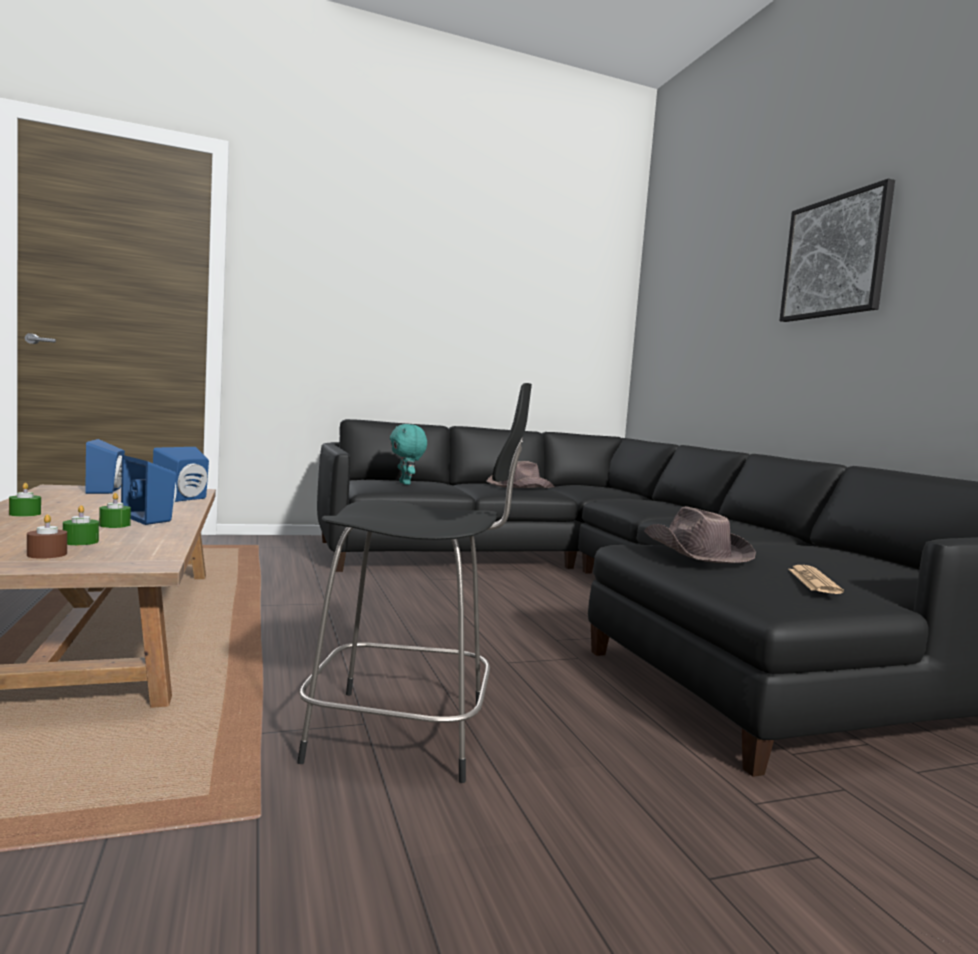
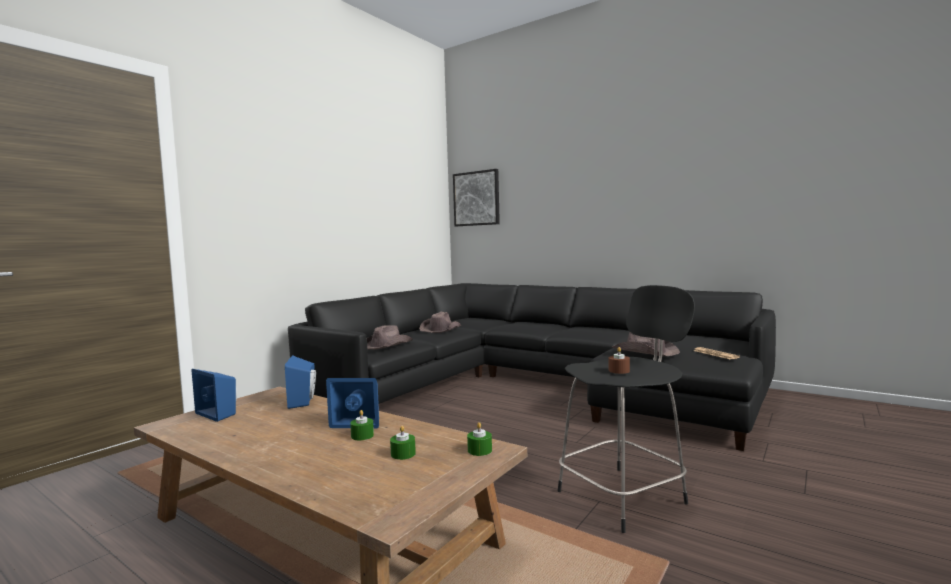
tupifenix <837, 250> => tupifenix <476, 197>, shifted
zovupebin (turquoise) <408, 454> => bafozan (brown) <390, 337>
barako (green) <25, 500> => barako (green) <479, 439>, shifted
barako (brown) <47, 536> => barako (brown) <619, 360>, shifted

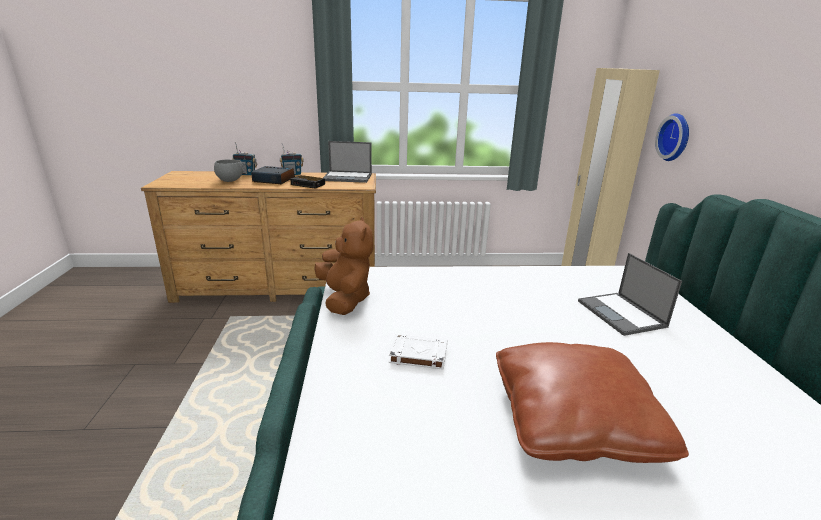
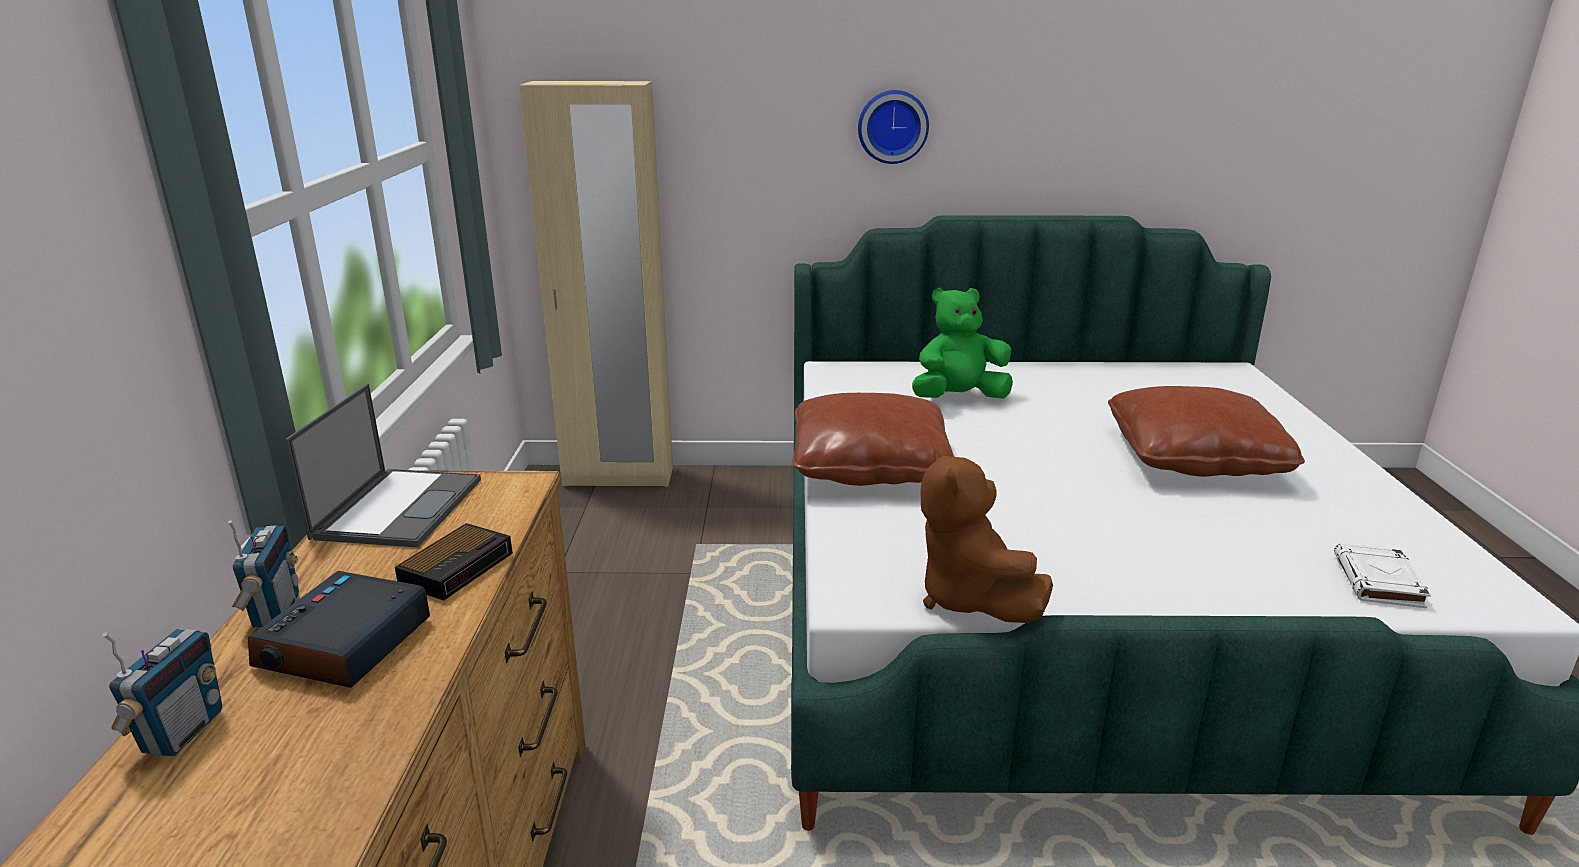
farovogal <672, 137> => farovogal <893, 127>, shifted
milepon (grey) <228, 171> => nothing
zovupebin (brown) <343, 266> => zovupebin (brown) <987, 535>, 90 degrees counterclockwise
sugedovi <630, 294> => zovupebin (green) <962, 343>
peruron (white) <418, 352> => peruron (white) <1382, 575>, shifted
nothing => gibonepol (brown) <873, 439>

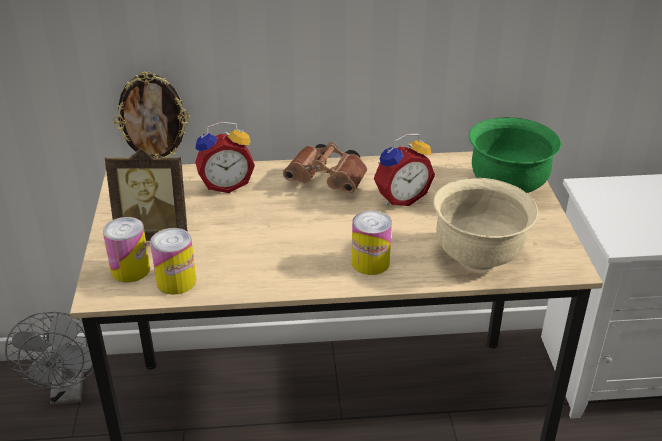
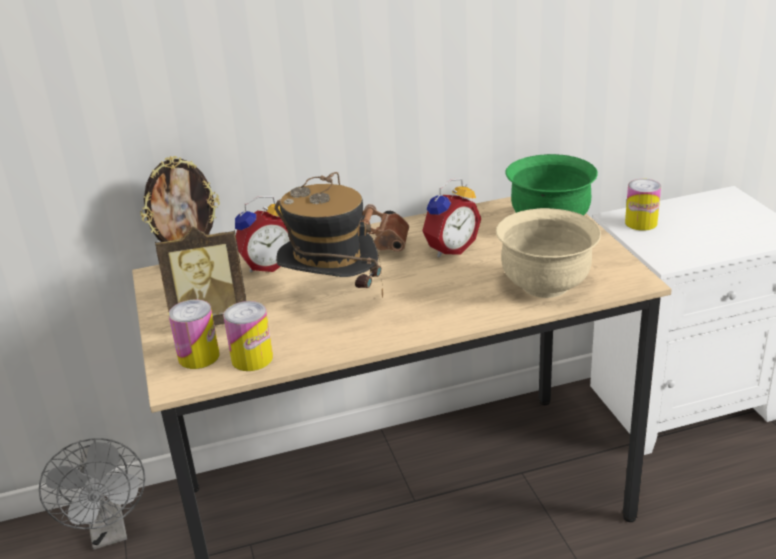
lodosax <372, 242> => lodosax <643, 205>, shifted
nothing => bafozan <328, 235>

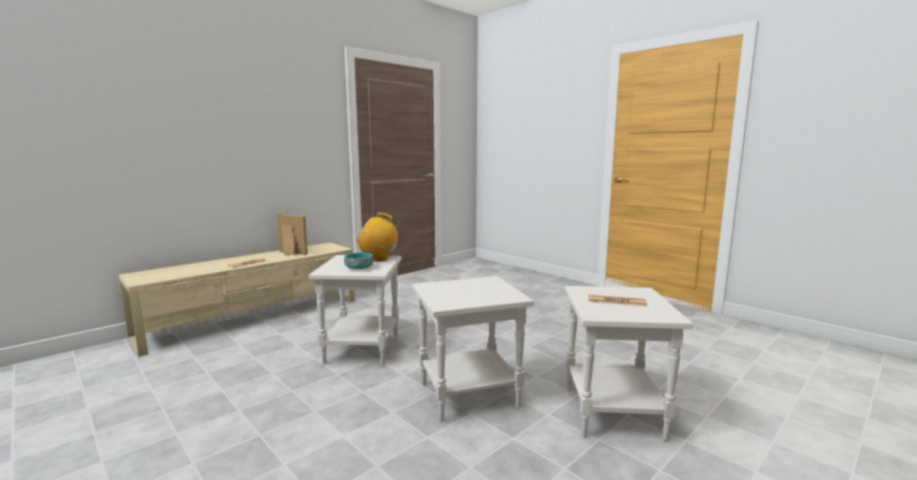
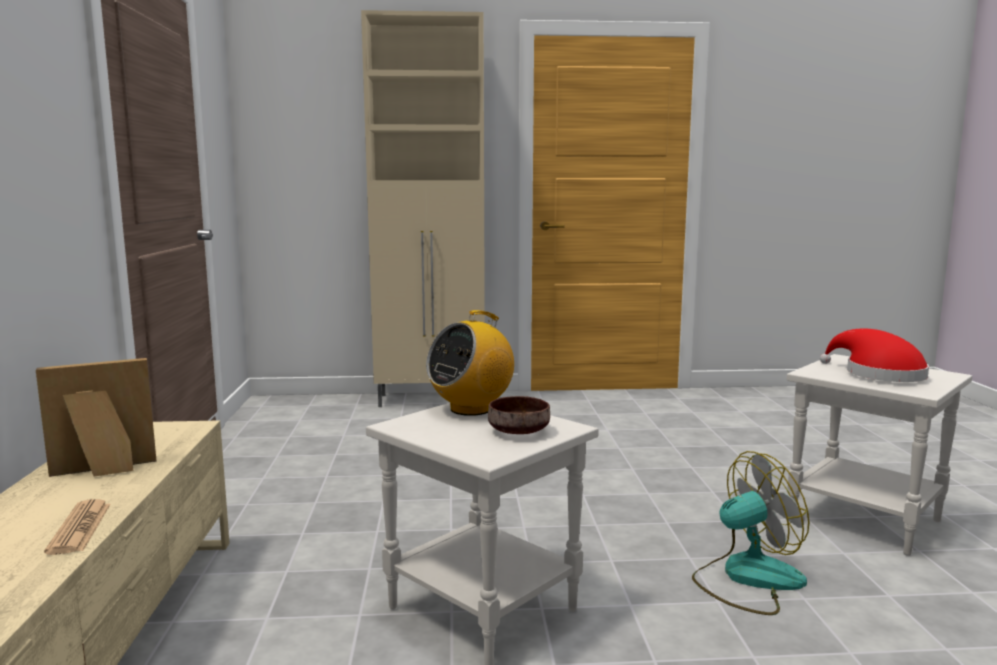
milepon (turquoise) <359, 261> => milepon (brown) <519, 415>
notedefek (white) <473, 349> => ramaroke <751, 533>
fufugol <617, 300> => bafozan (red) <874, 355>
nothing => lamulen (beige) <423, 208>

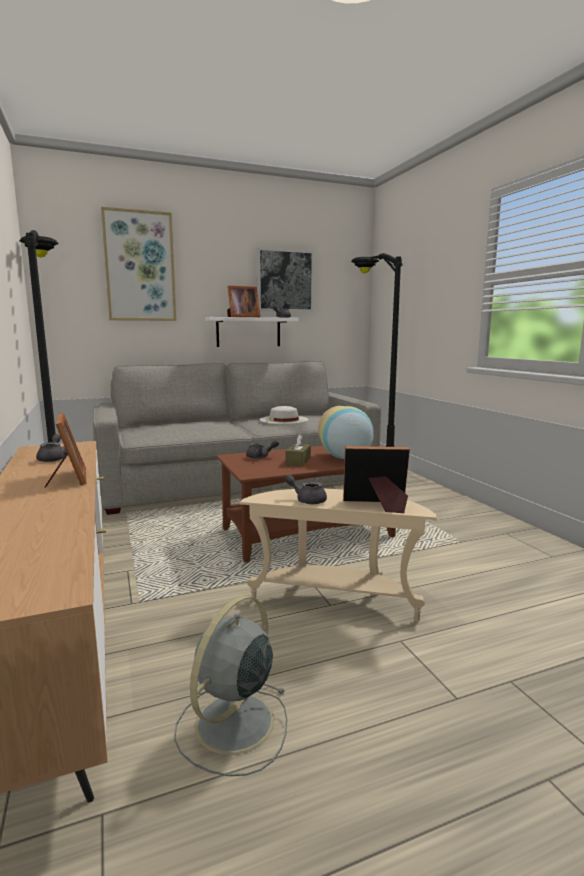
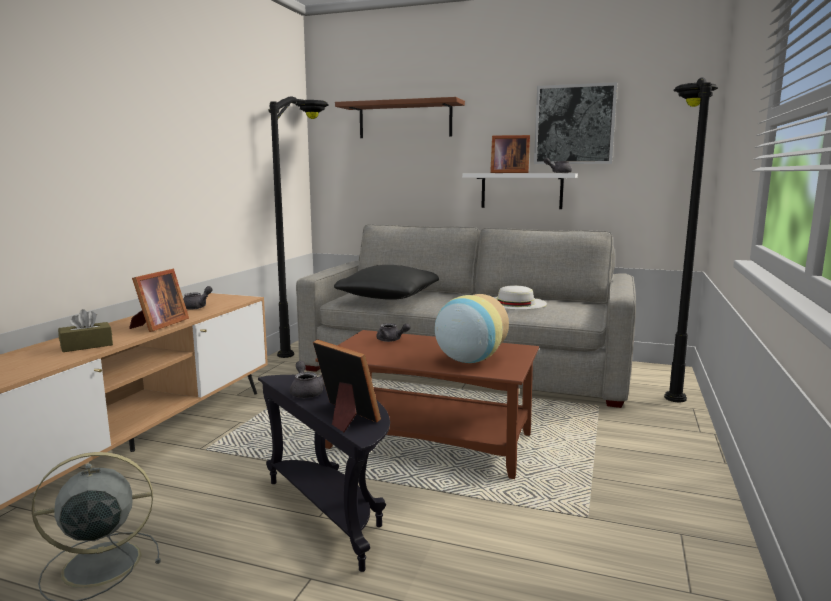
tupifenix <138, 264> => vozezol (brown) <400, 117>
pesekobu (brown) <298, 450> => pesekobu (brown) <85, 330>, shifted
notedefek (beige) <338, 555> => notedefek (black) <324, 473>
nothing => gibonepol (black) <386, 282>

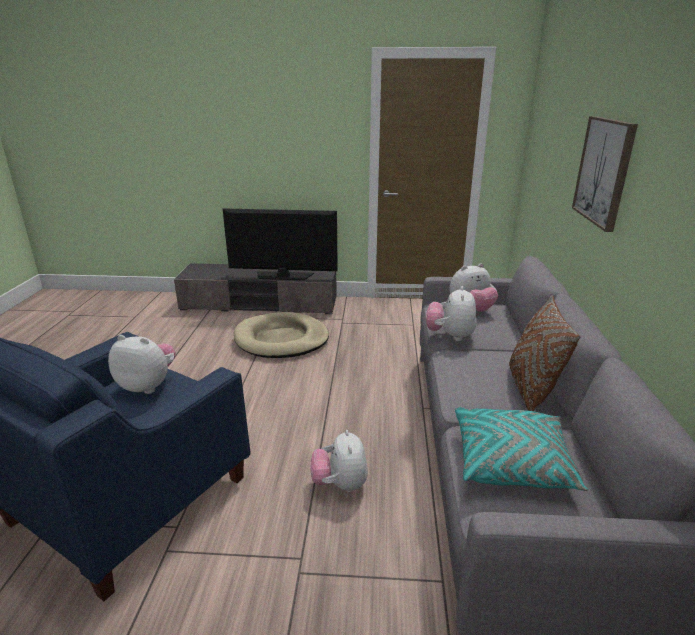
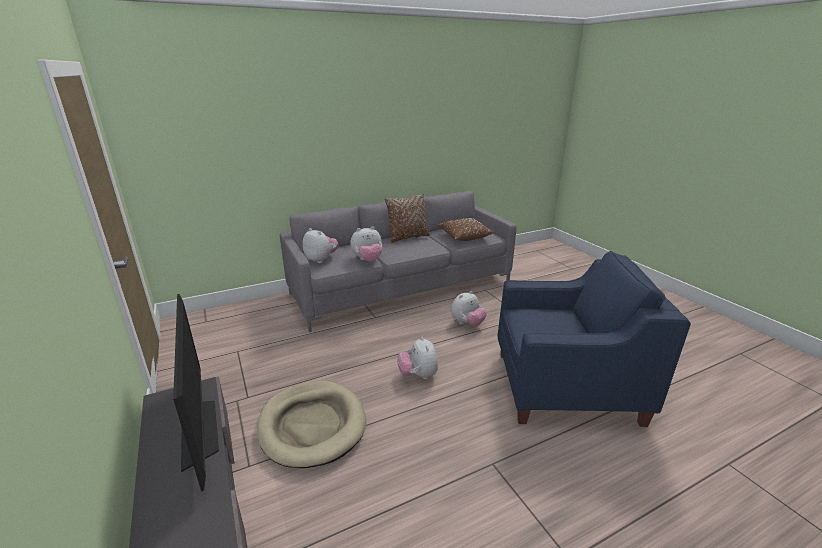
tupifenix <605, 174> => nothing
zovupebin <142, 364> => zovupebin <417, 358>, shifted
gibonepol (turquoise) <521, 449> => gibonepol (brown) <465, 229>

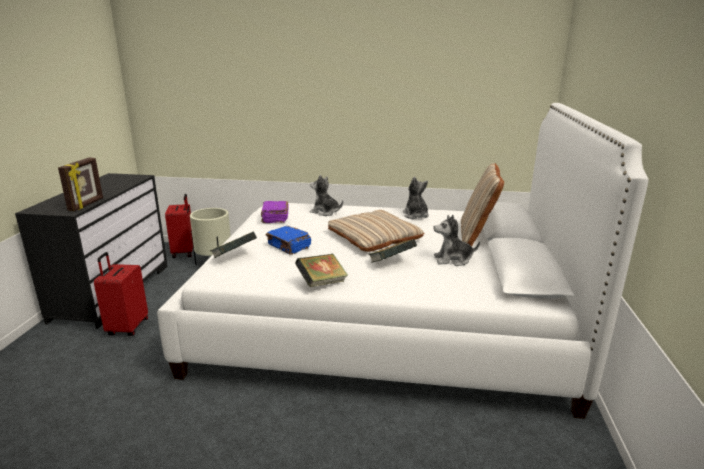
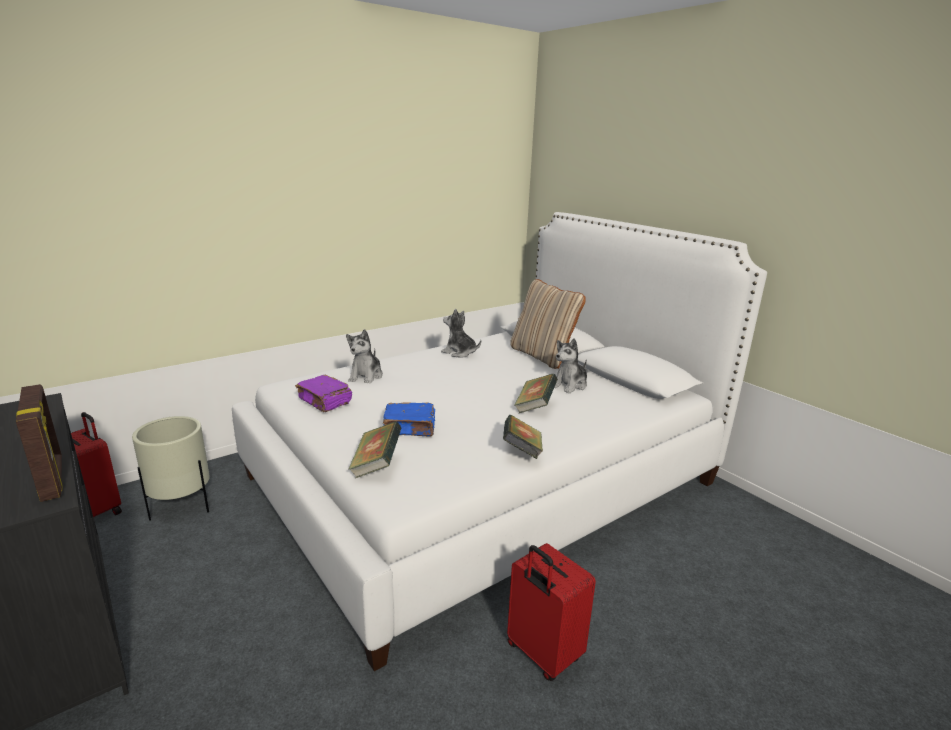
zovupebin <326, 195> => zovupebin <364, 356>, 60 degrees counterclockwise
gibonepol (beige) <376, 231> => nothing
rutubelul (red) <121, 294> => rutubelul (red) <551, 612>, shifted

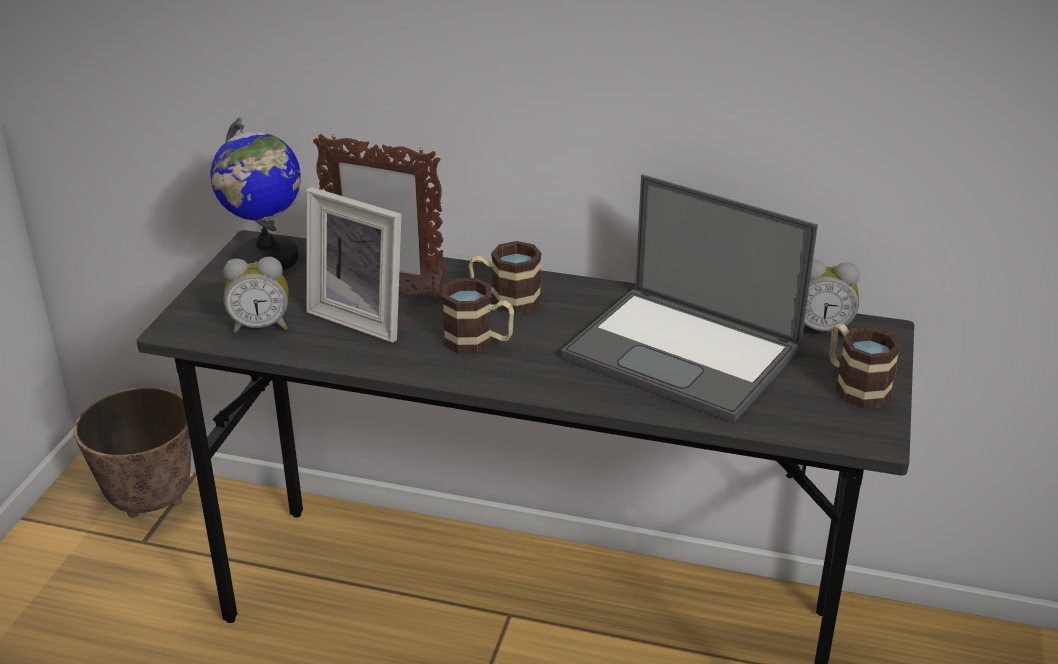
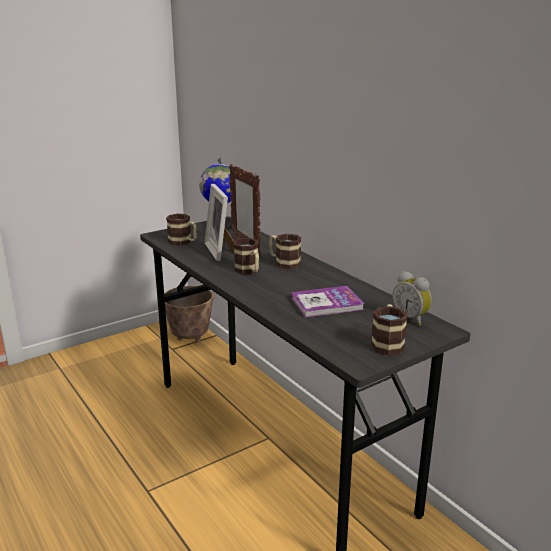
sugedovi <689, 298> => peruron <327, 302>
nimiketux <255, 295> => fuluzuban <181, 230>

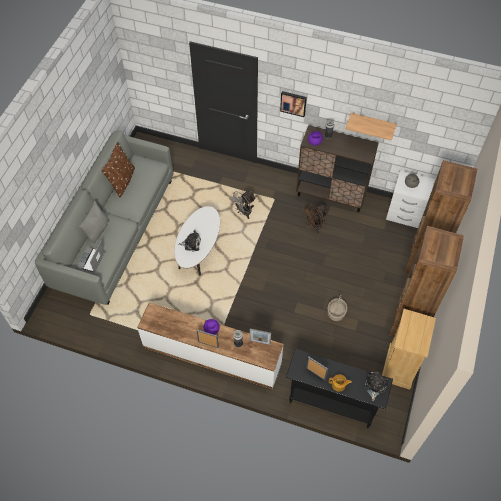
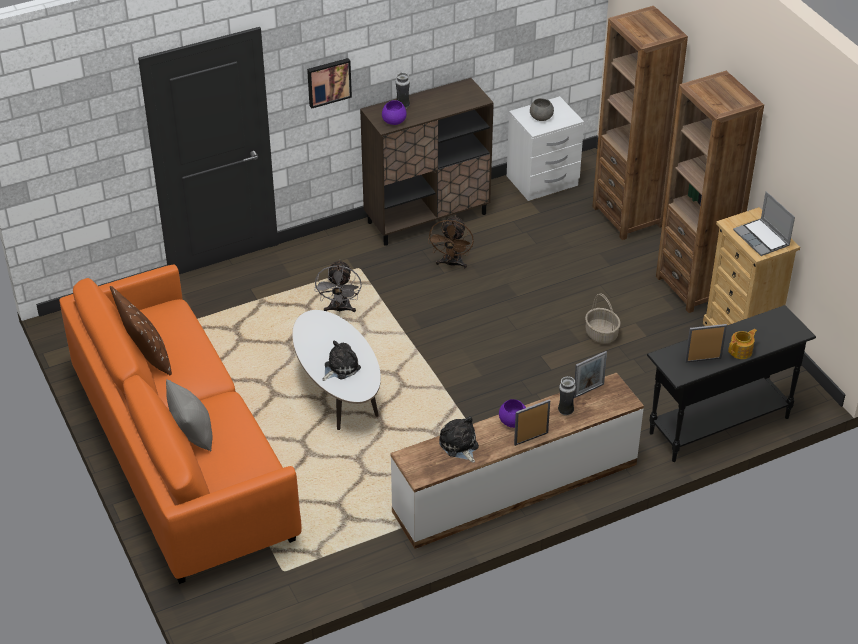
vozezol <371, 126> => nothing
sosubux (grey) <104, 217> => sosubux (orange) <180, 424>
sugedovi <90, 257> => sugedovi <764, 223>, shifted
zovupebin <377, 386> => zovupebin <459, 439>, shifted

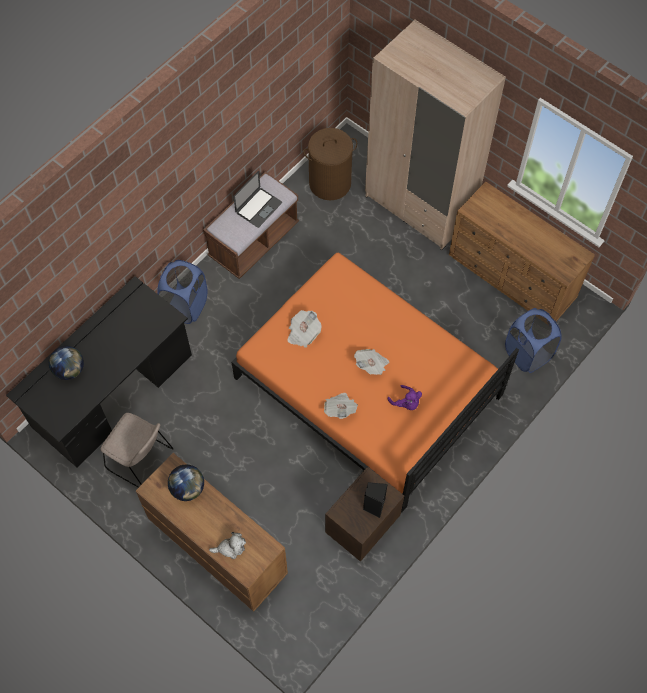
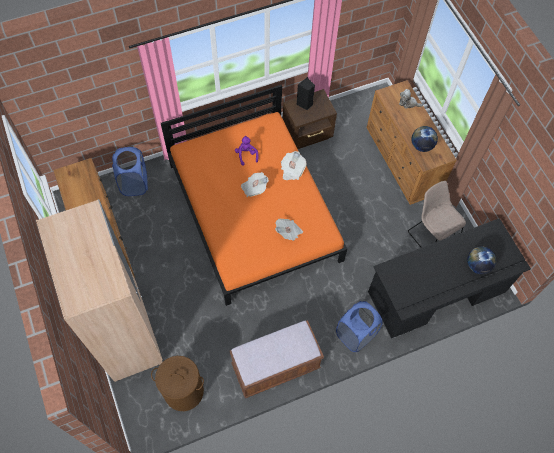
sugedovi <258, 199> => nothing

